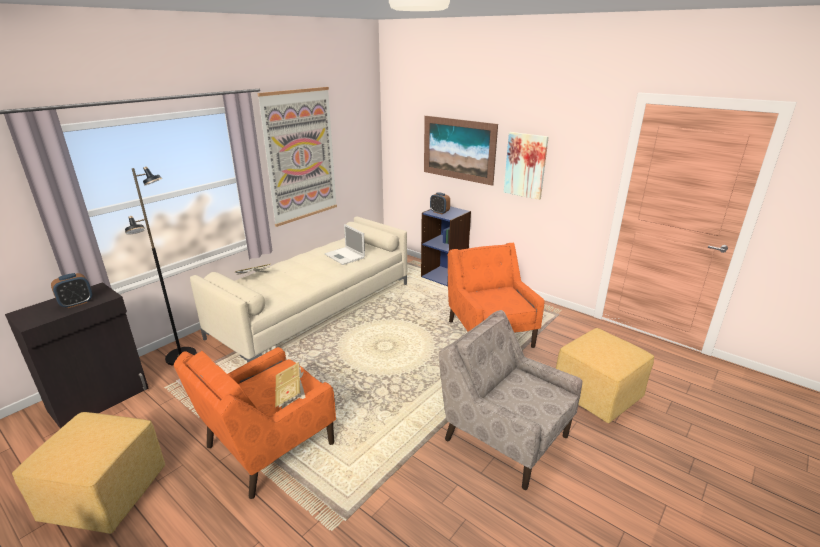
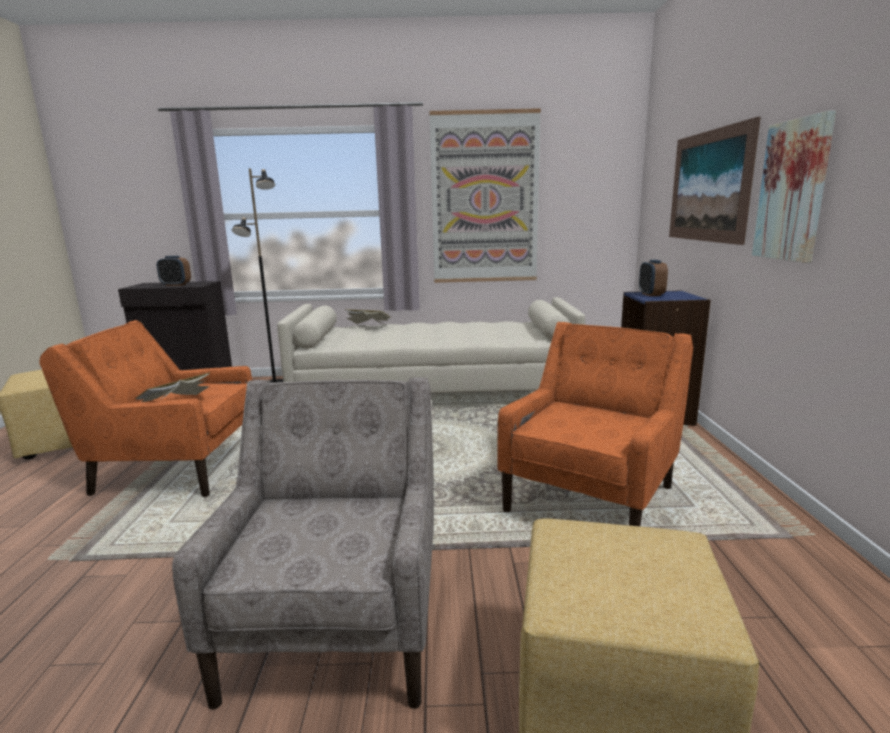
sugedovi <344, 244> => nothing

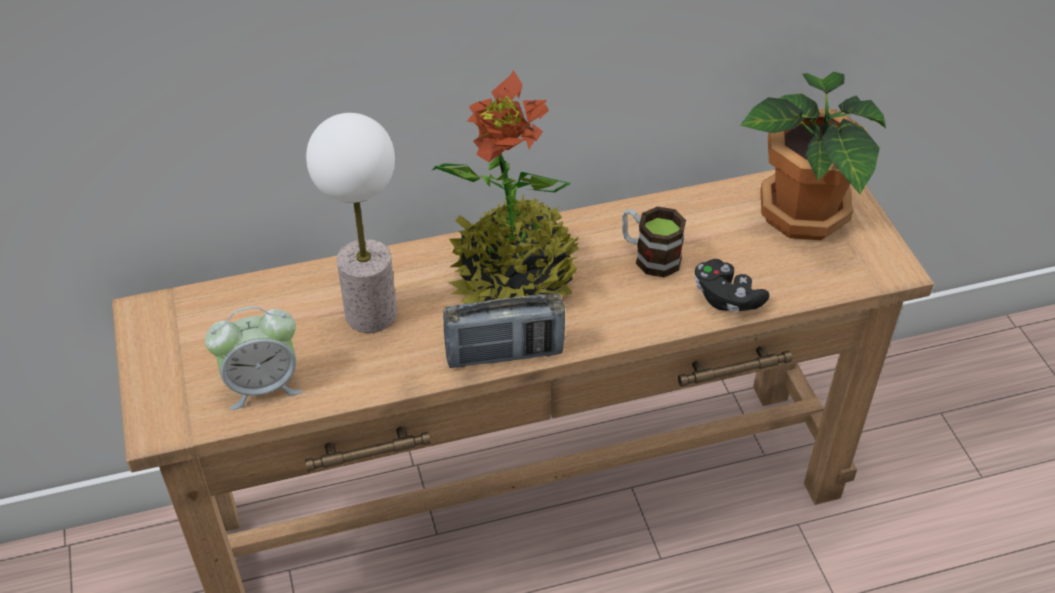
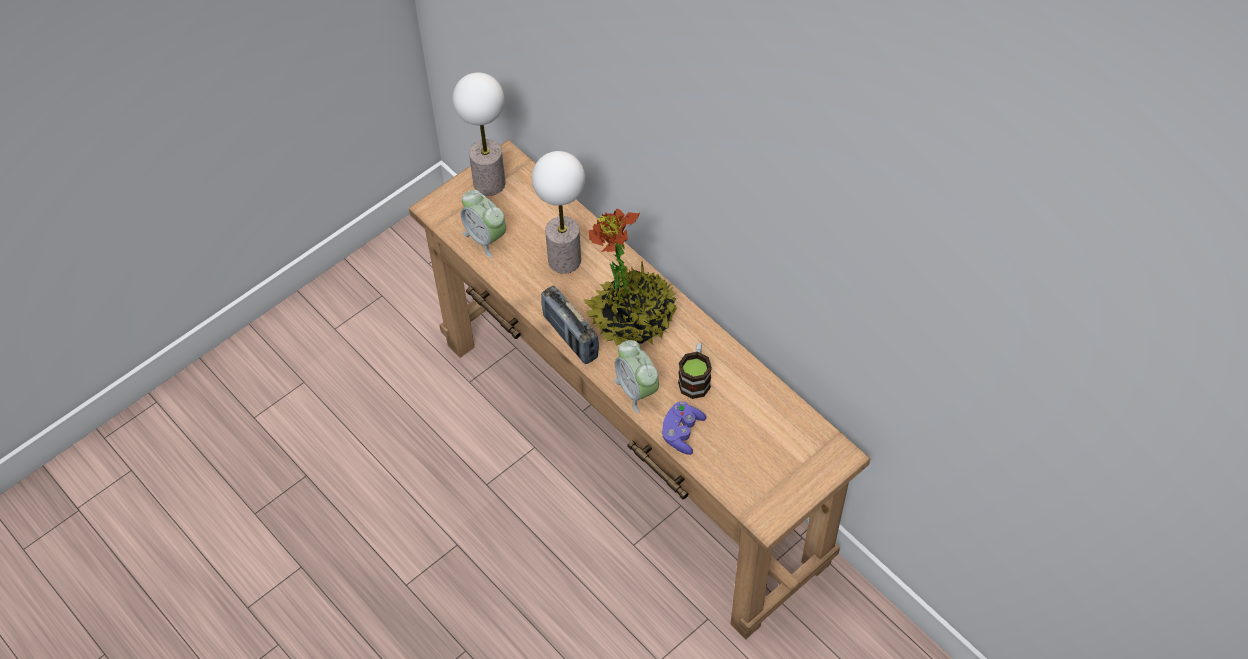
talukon <813, 156> => nothing
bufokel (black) <732, 285> => bufokel (purple) <683, 428>
nothing => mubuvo <479, 134>
nothing => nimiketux <636, 376>

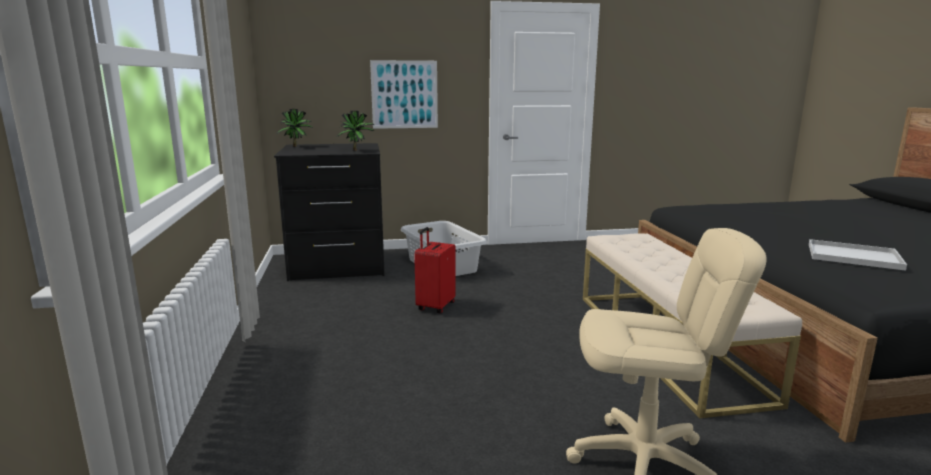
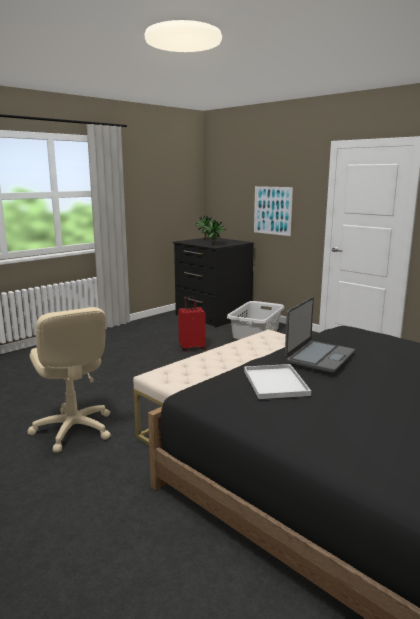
nothing => sugedovi <320, 335>

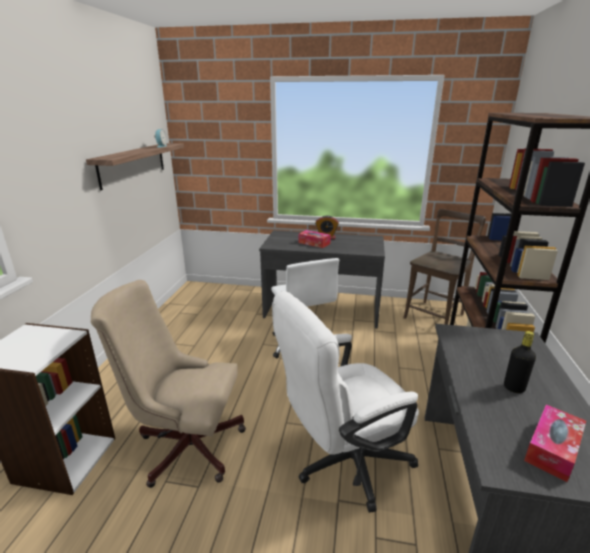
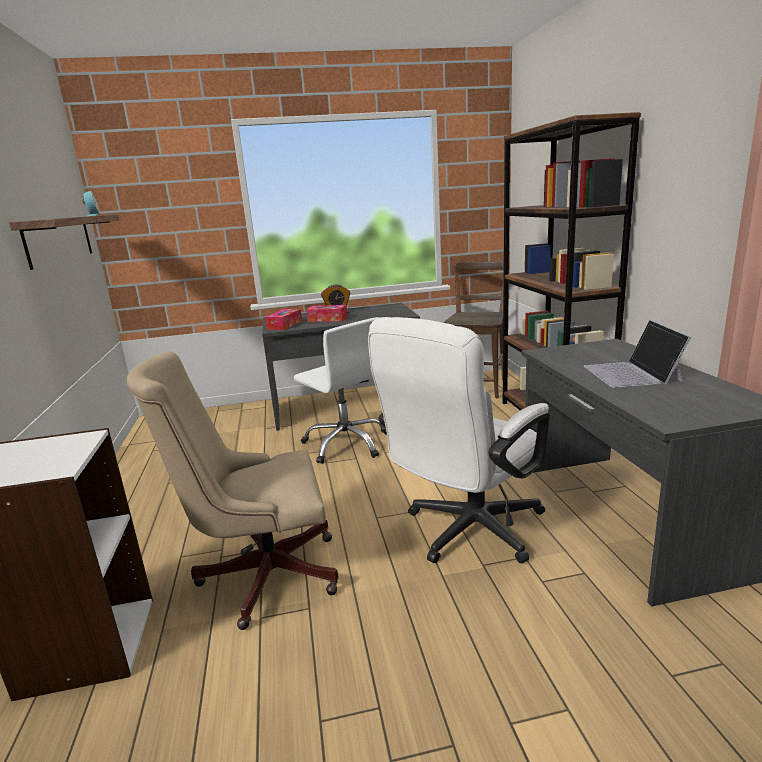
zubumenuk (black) <520, 362> => sugedovi <637, 354>
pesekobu <555, 443> => pesekobu <283, 319>, shifted

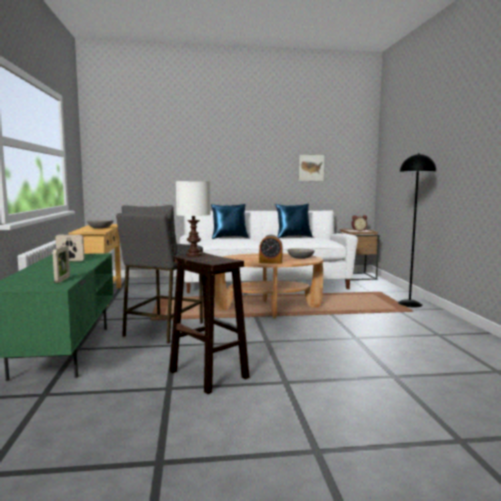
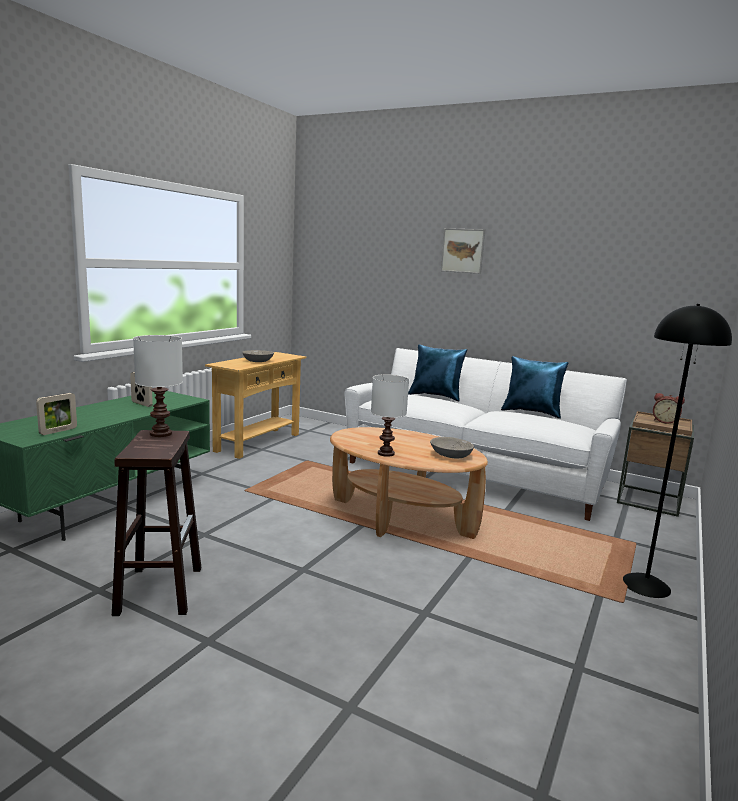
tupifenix <311, 168> => tupifenix <463, 251>, shifted
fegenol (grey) <159, 274> => nothing
nimiketux <271, 249> => mubuvo (white) <390, 415>

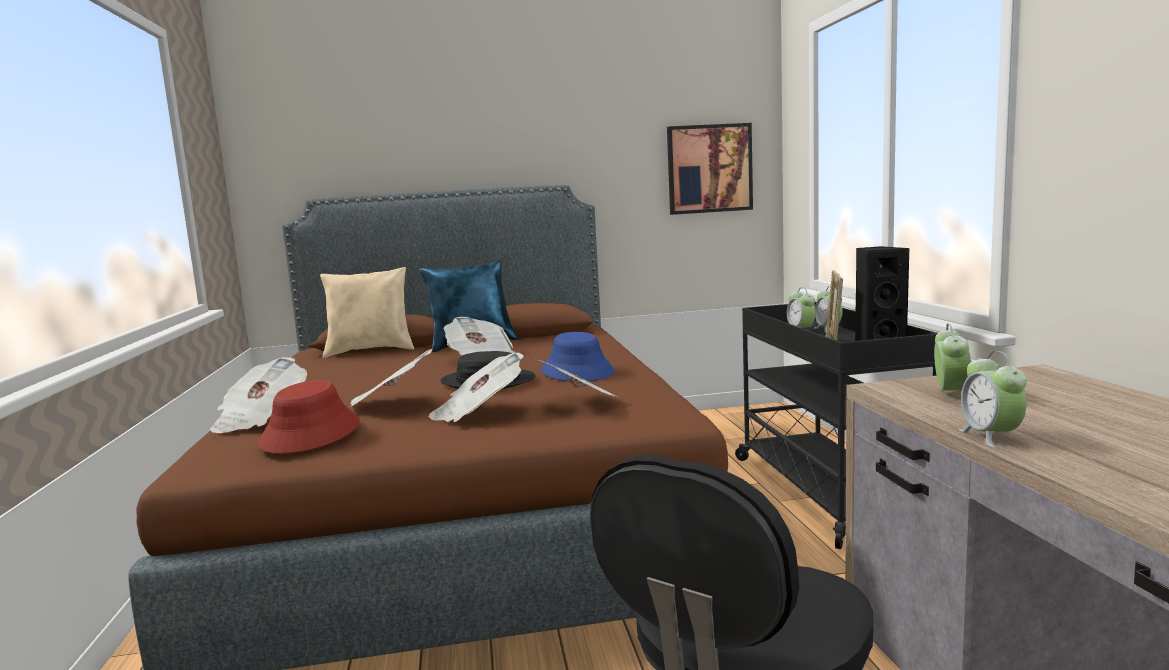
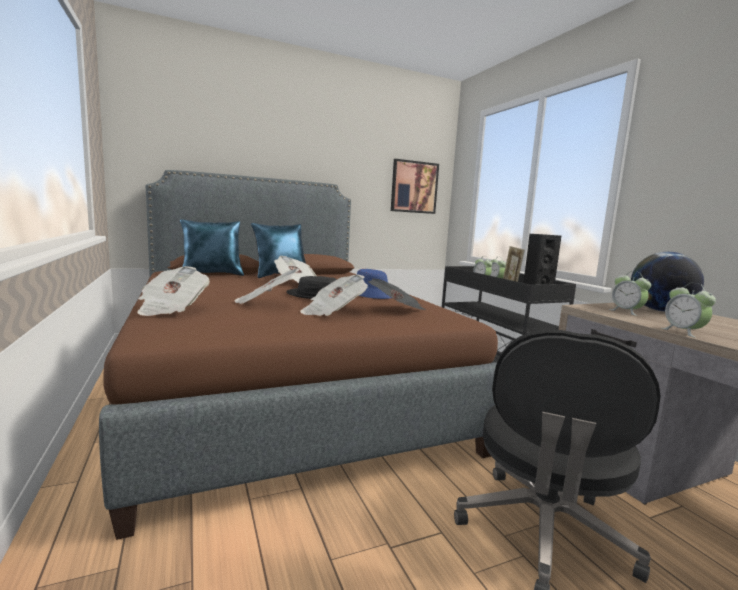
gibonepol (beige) <367, 312> => gibonepol (blue) <212, 247>
nimiketux <952, 357> => nimiketux <630, 293>, 150 degrees clockwise
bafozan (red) <308, 417> => nothing
nothing => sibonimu <667, 281>

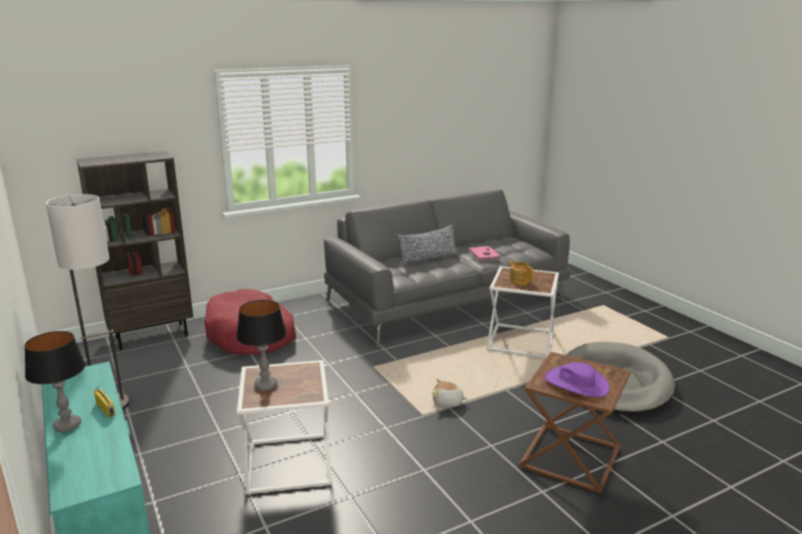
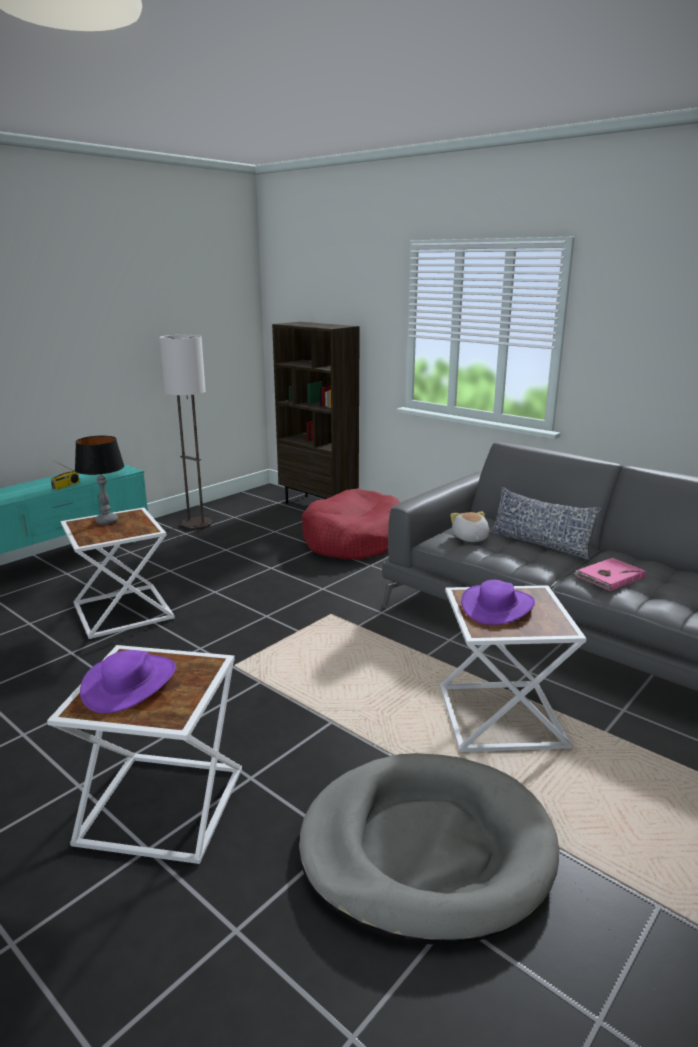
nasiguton <520, 272> => bafozan (purple) <498, 602>
mubuvo <54, 381> => nothing
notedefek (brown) <575, 423> => notedefek (white) <144, 754>
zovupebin <449, 393> => zovupebin <469, 527>, shifted

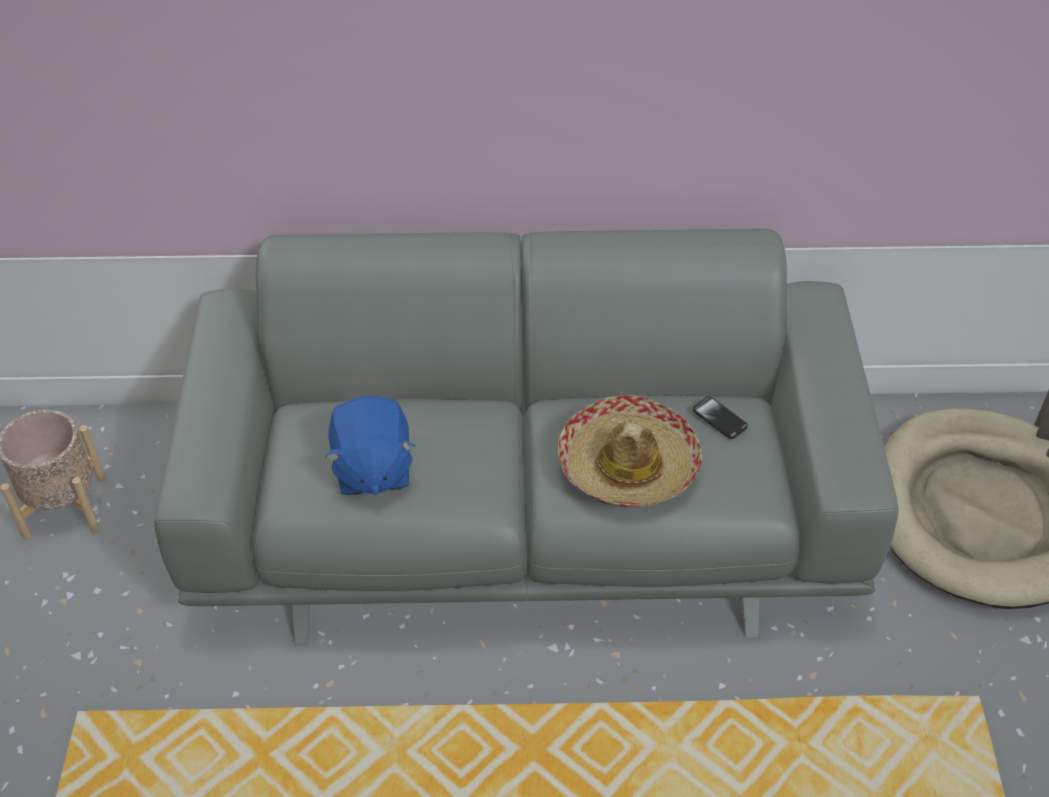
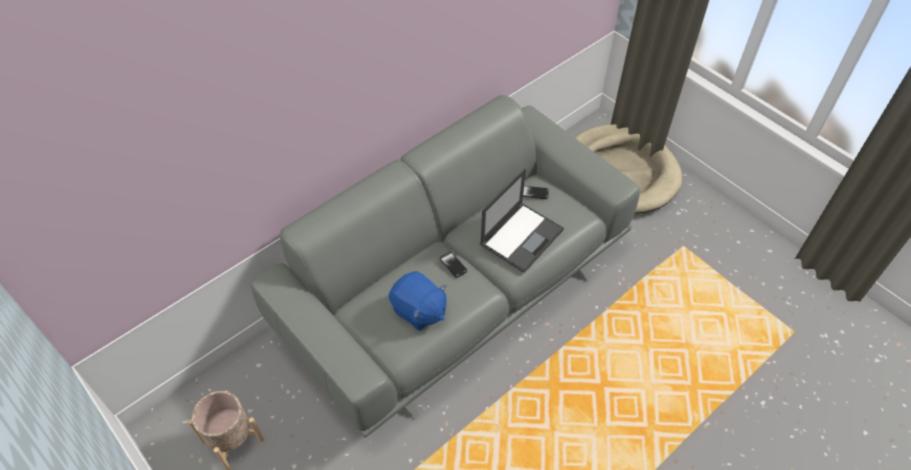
bafozan <630, 451> => sugedovi <522, 220>
nothing => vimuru <453, 265>

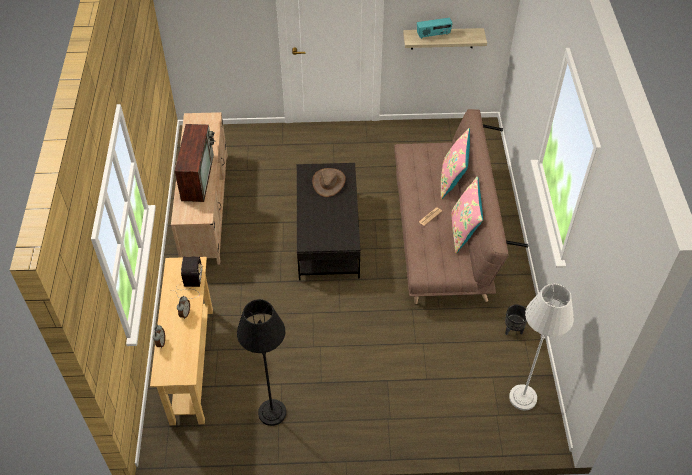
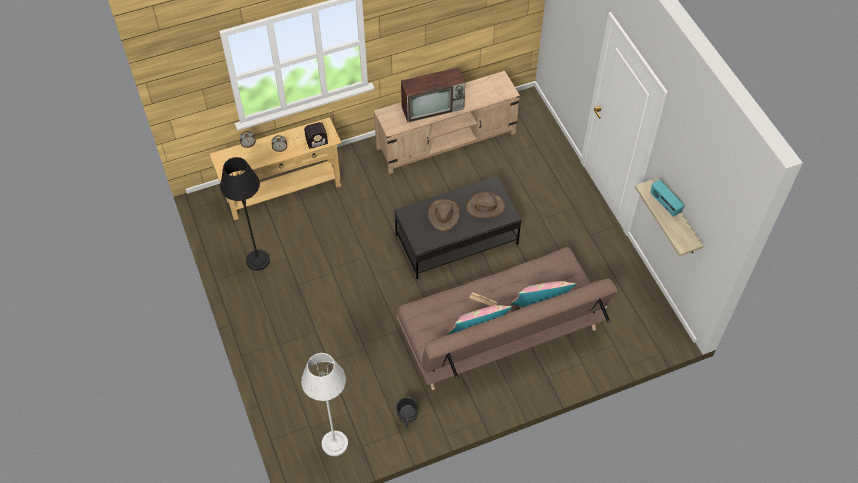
nothing => bafozan (brown) <444, 215>

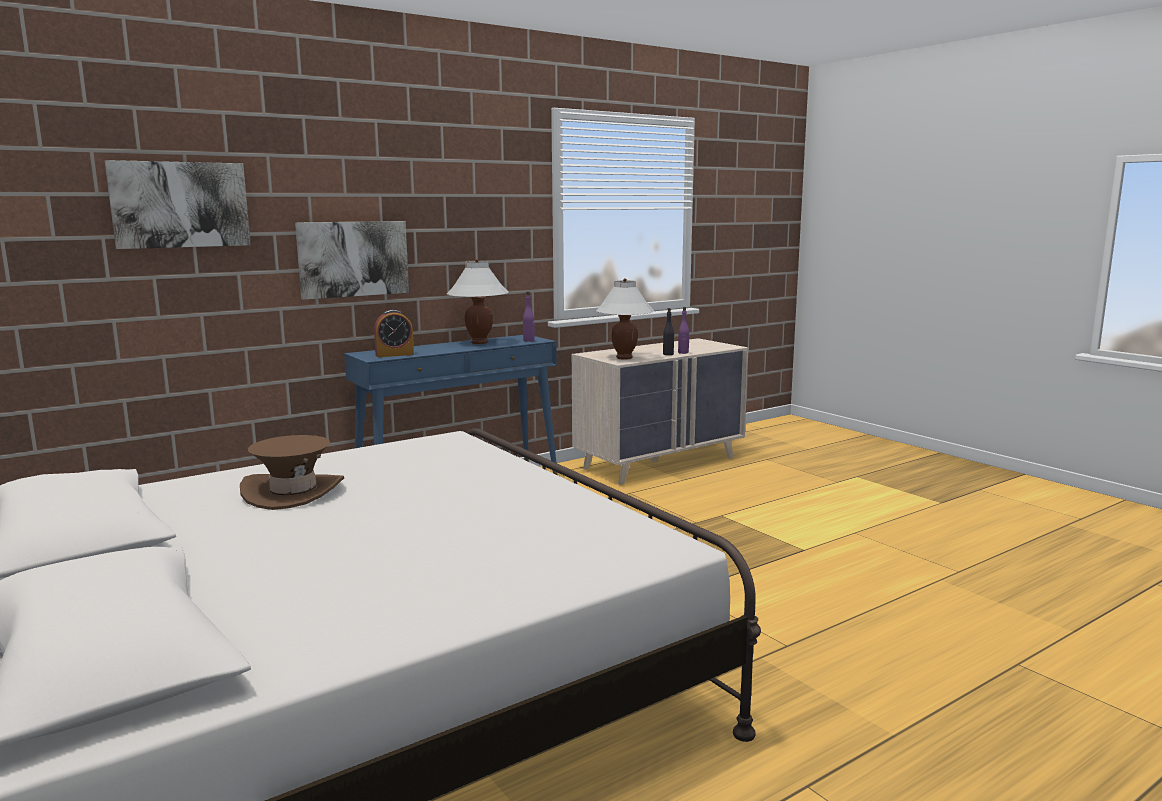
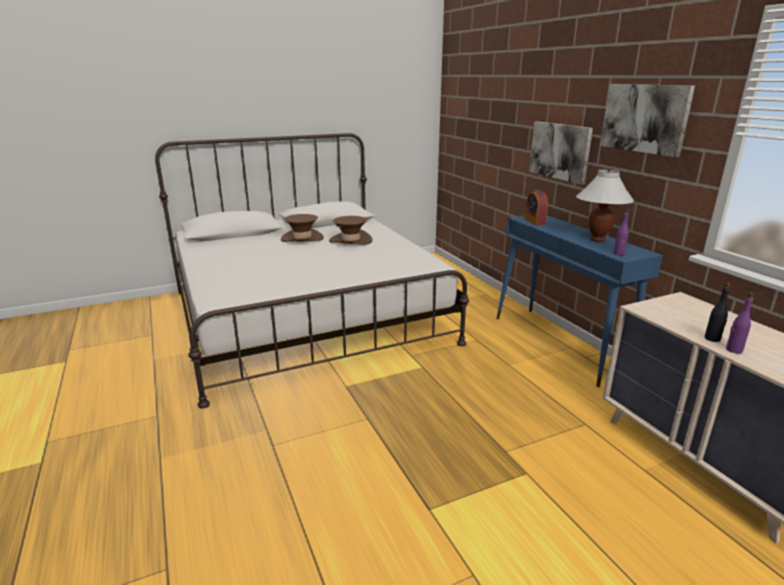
tupifenix <178, 204> => tupifenix <647, 120>, shifted
mubuvo (white) <625, 319> => nothing
nothing => bafozan (brown) <302, 228>

